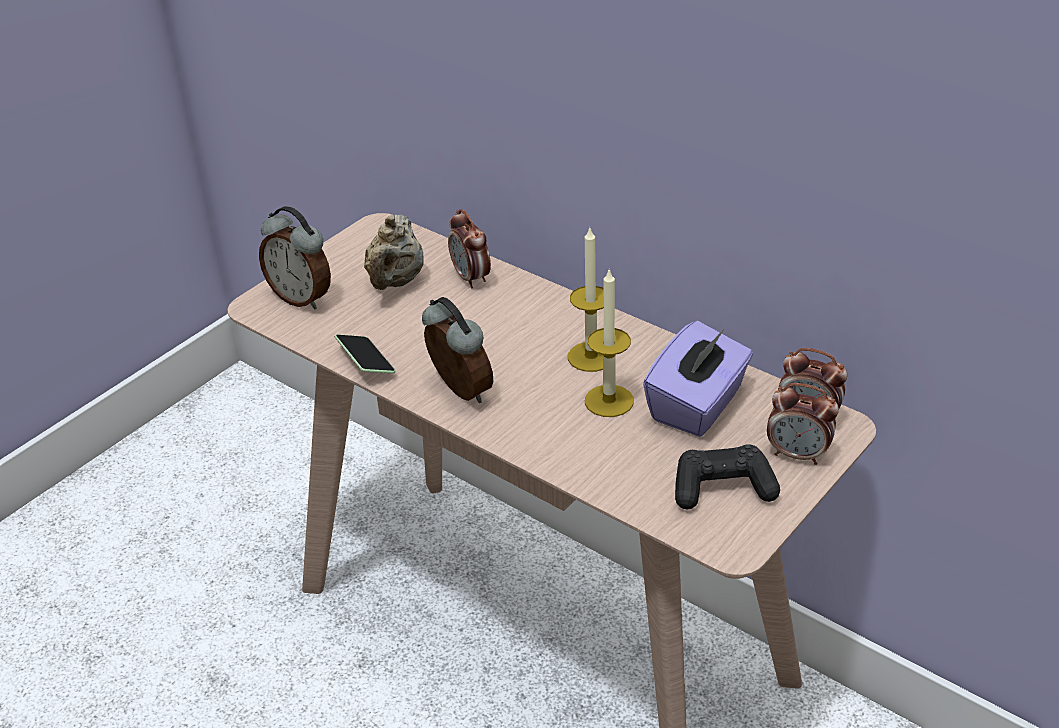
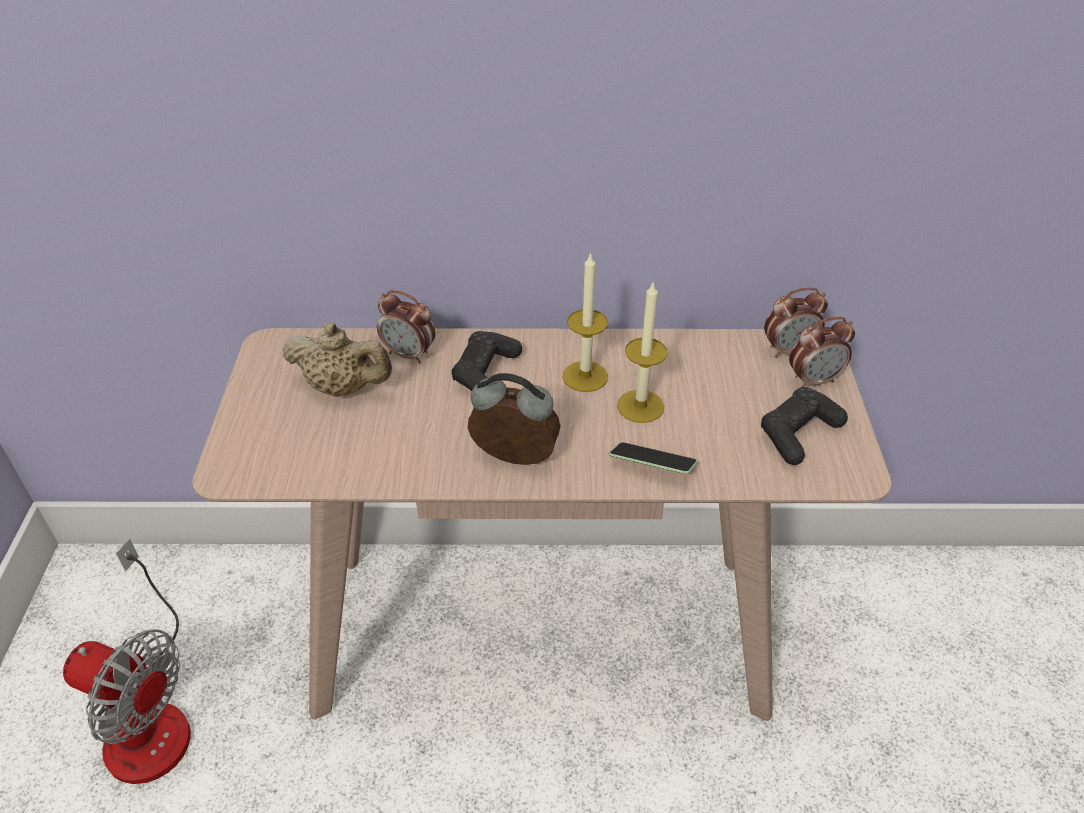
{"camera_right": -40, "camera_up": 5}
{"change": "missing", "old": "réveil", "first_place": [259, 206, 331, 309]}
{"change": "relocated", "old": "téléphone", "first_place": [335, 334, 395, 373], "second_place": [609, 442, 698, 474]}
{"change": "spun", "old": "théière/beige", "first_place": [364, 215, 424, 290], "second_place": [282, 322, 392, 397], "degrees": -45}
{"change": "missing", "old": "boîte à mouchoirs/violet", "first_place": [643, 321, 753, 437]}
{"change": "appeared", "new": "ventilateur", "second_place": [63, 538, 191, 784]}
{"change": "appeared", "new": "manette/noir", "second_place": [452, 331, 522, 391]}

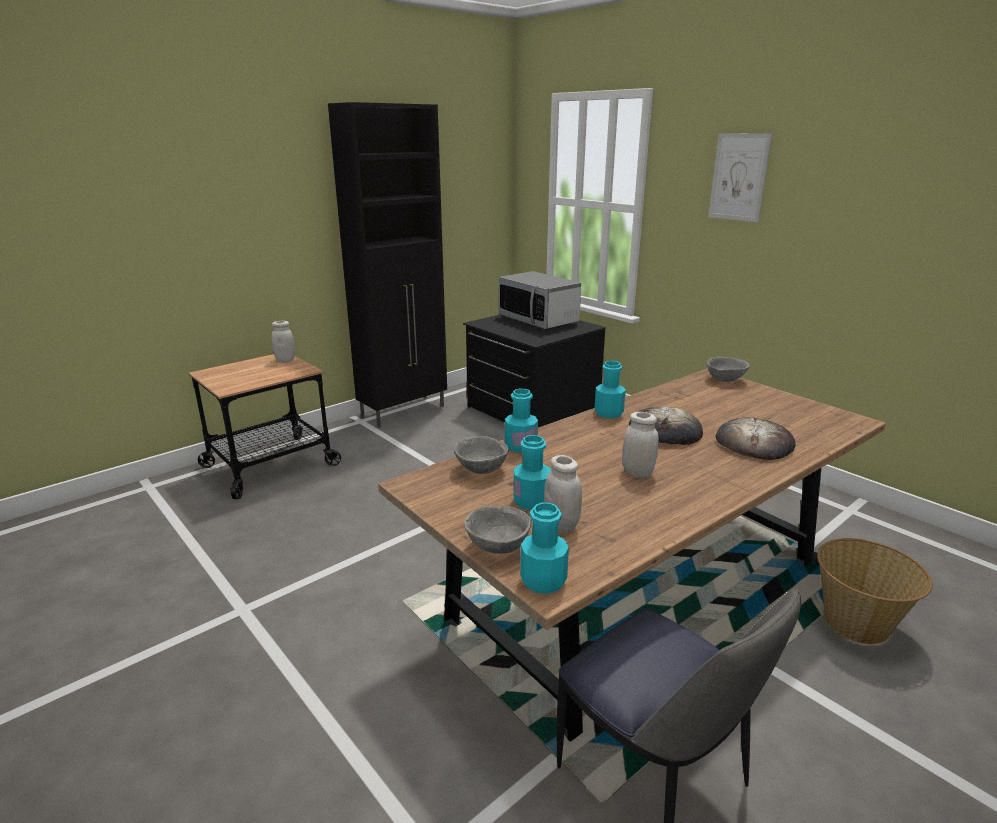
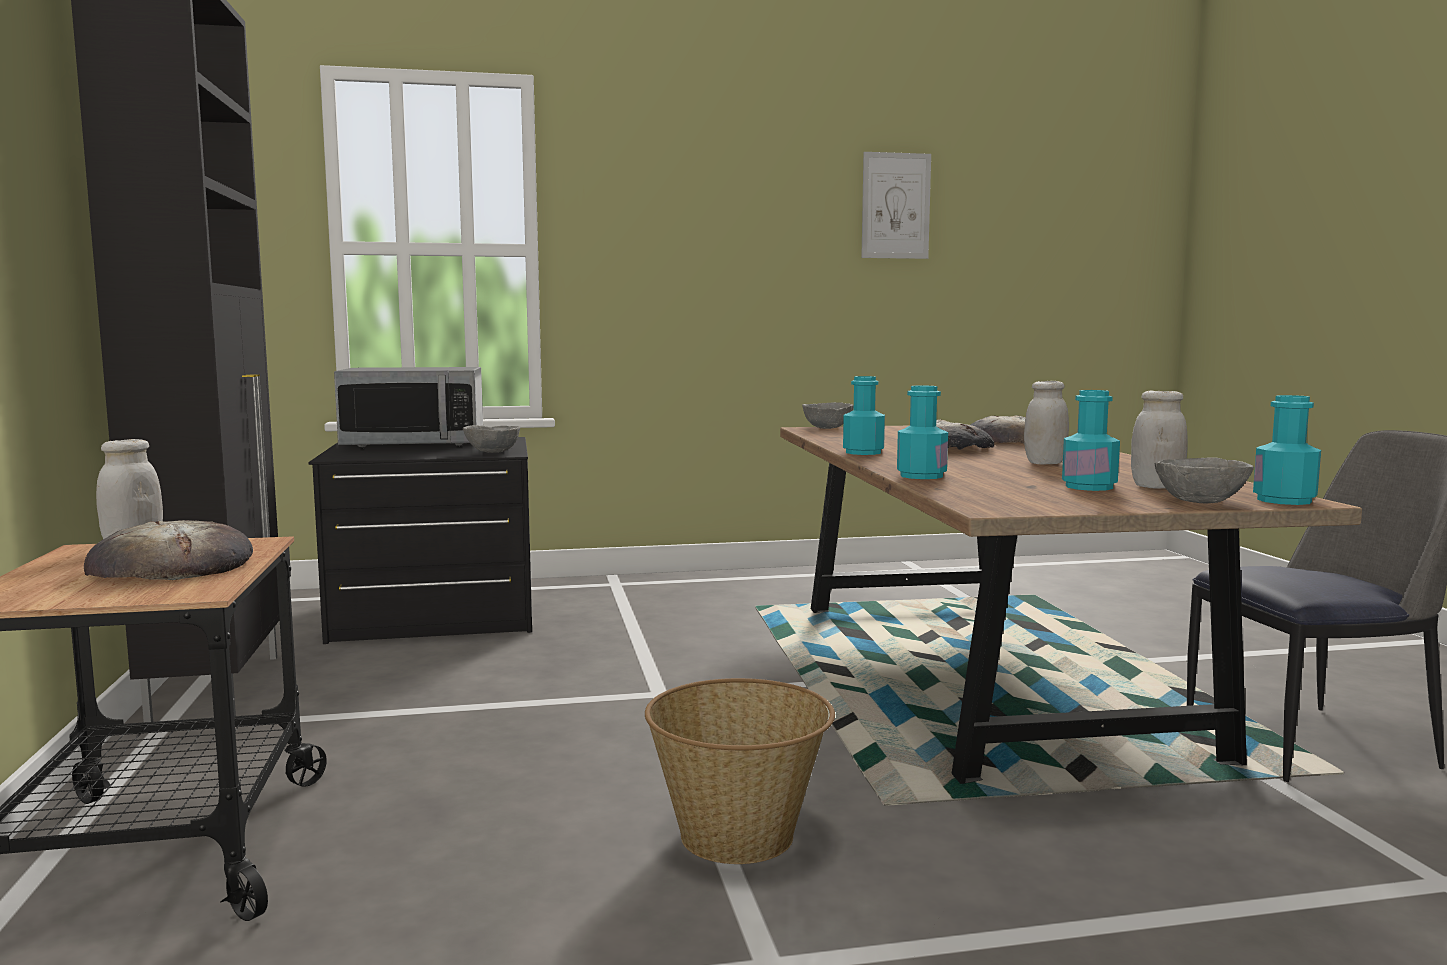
{"camera_right": -60, "camera_up": -15}
{"change": "relocated", "old": "bol/gris", "first_place": [454, 436, 509, 474], "second_place": [463, 425, 520, 453]}
{"change": "relocated", "old": "tableau", "first_place": [708, 133, 772, 222], "second_place": [861, 152, 931, 259]}
{"change": "relocated", "old": "panier", "first_place": [817, 538, 933, 644], "second_place": [645, 678, 835, 864]}
{"change": "appeared", "new": "pain", "second_place": [84, 520, 253, 580]}

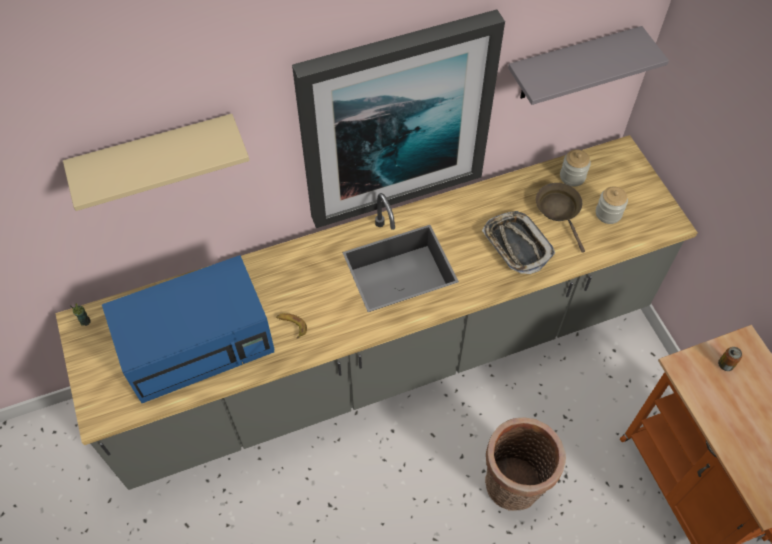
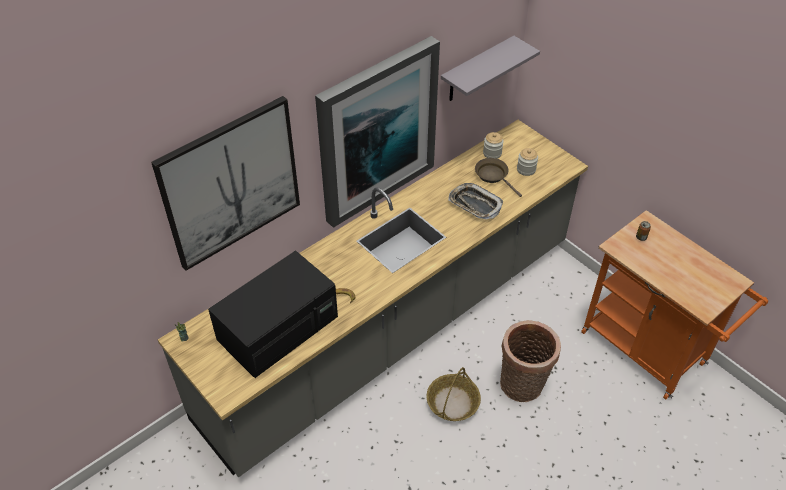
{"camera_right": -20, "camera_up": -10}
{"change": "exchanged", "old": "étagère/beige", "new": "tableau", "first_place": [63, 114, 249, 211], "second_place": [151, 96, 300, 271]}
{"change": "colour", "old": "micro-ondes/bleu", "new": "micro-ondes/noir", "first_place": [102, 255, 275, 403], "second_place": [208, 250, 338, 378]}
{"change": "appeared", "new": "panier", "second_place": [427, 367, 481, 421]}

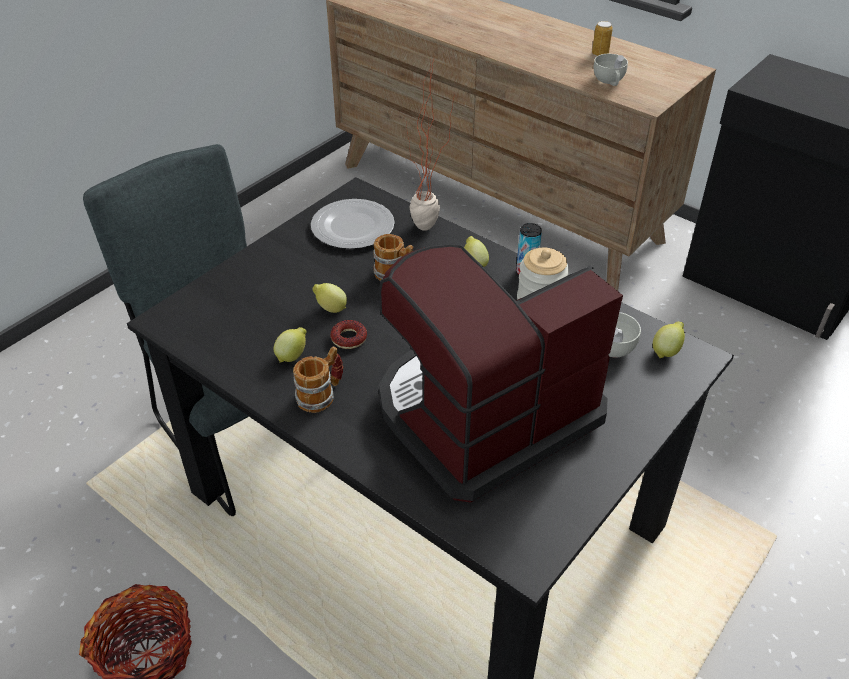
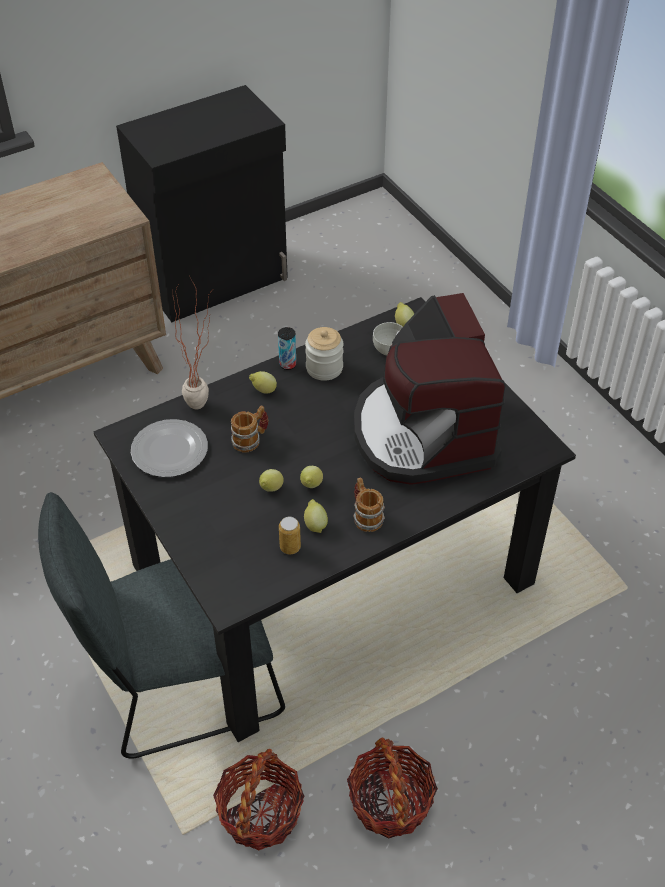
{"camera_right": -70, "camera_up": 5}
{"change": "exchanged", "old": "beignet", "new": "citron", "first_place": [330, 320, 367, 349], "second_place": [300, 466, 323, 488]}
{"change": "relocated", "old": "boîte métallique", "first_place": [592, 21, 613, 57], "second_place": [279, 517, 301, 555]}
{"change": "missing", "old": "tasse/blanc", "first_place": [594, 54, 628, 86]}
{"change": "appeared", "new": "panier", "second_place": [213, 749, 305, 850]}

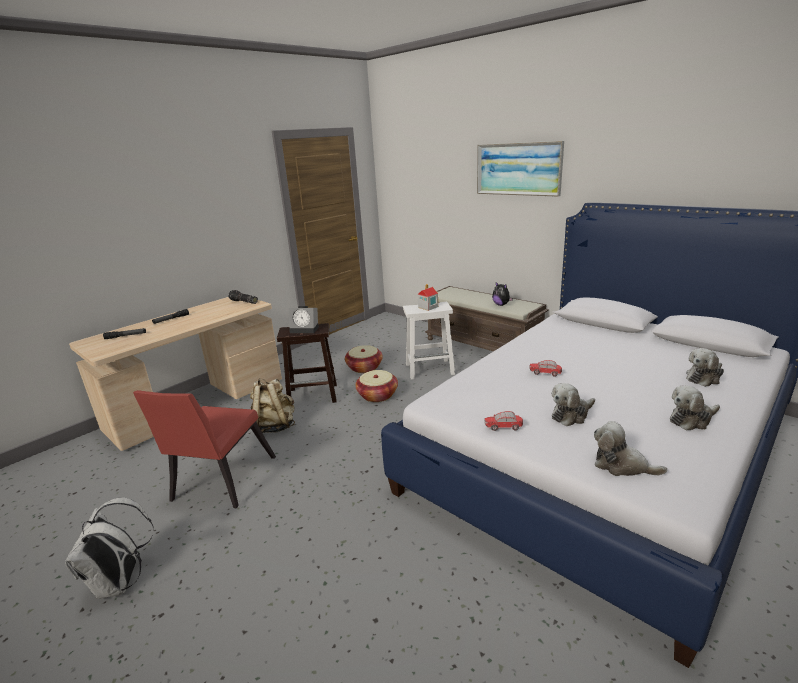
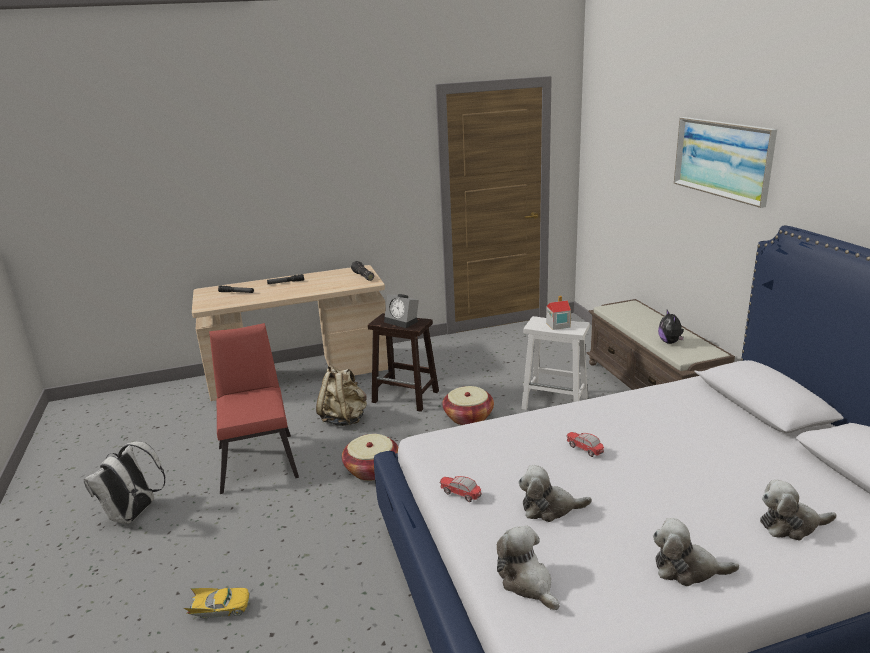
{"camera_right": 30, "camera_up": 0}
{"change": "spun", "old": "chaise/rouge", "first_place": [133, 390, 276, 508], "second_place": [209, 323, 299, 494], "degrees": 120}
{"change": "relocated", "old": "panier", "first_place": [345, 345, 383, 373], "second_place": [342, 434, 398, 481]}
{"change": "appeared", "new": "petite voiture/jaune", "second_place": [184, 588, 250, 619]}

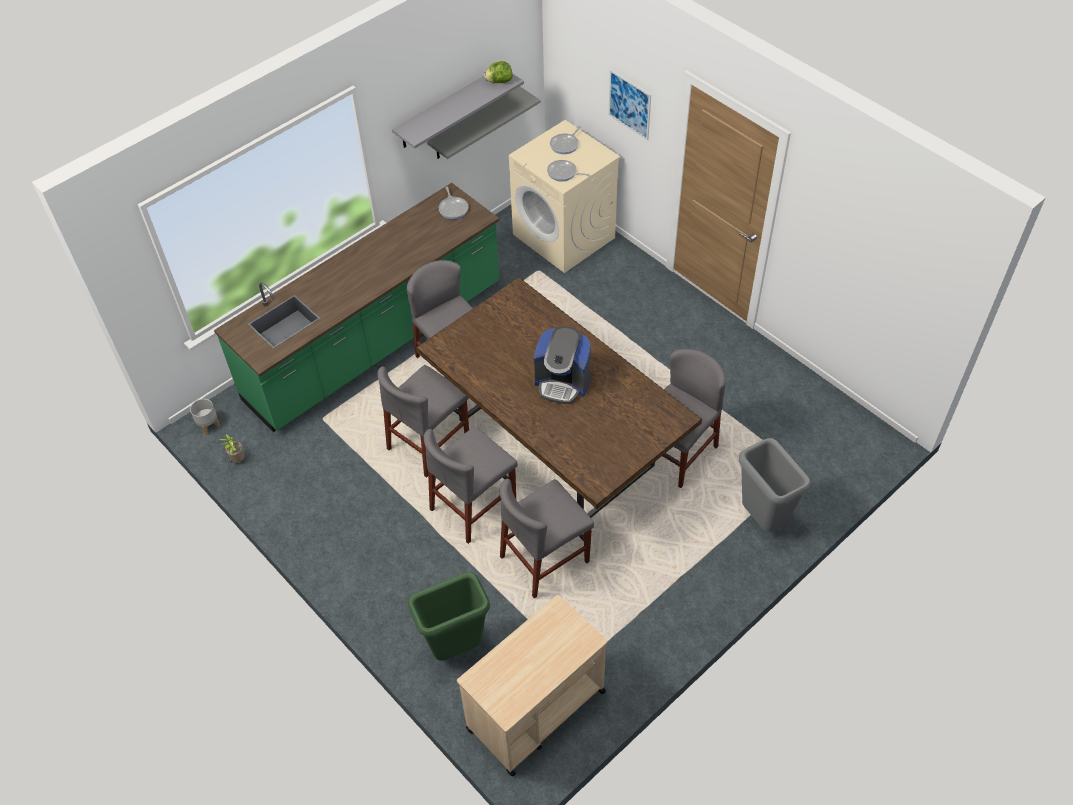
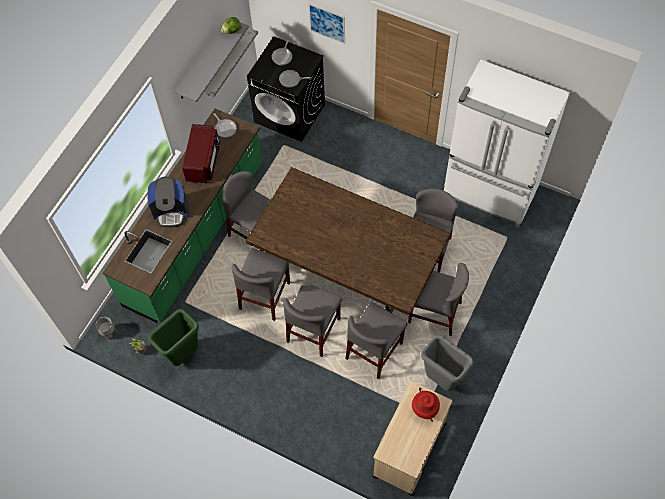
{"camera_right": -20, "camera_up": 10}
{"change": "relocated", "old": "poubelle/vert", "first_place": [408, 572, 490, 661], "second_place": [148, 309, 199, 366]}
{"change": "colour", "old": "lave-linge/beige", "new": "lave-linge/noir", "first_place": [509, 120, 620, 273], "second_place": [247, 36, 325, 142]}
{"change": "relocated", "old": "machine à café", "first_place": [533, 326, 591, 404], "second_place": [147, 177, 189, 227]}
{"change": "relocated", "old": "poubelle/gris", "first_place": [739, 438, 811, 532], "second_place": [421, 335, 473, 391]}
{"change": "appeared", "new": "micro-ondes/rouge", "second_place": [182, 124, 220, 183]}
{"change": "appeared", "new": "chaise/gris", "second_place": [408, 263, 469, 336]}
{"change": "appeared", "new": "vase/rouge", "second_place": [412, 387, 440, 422]}
{"change": "appeared", "new": "réfrigérateur/blanc", "second_place": [444, 59, 570, 228]}

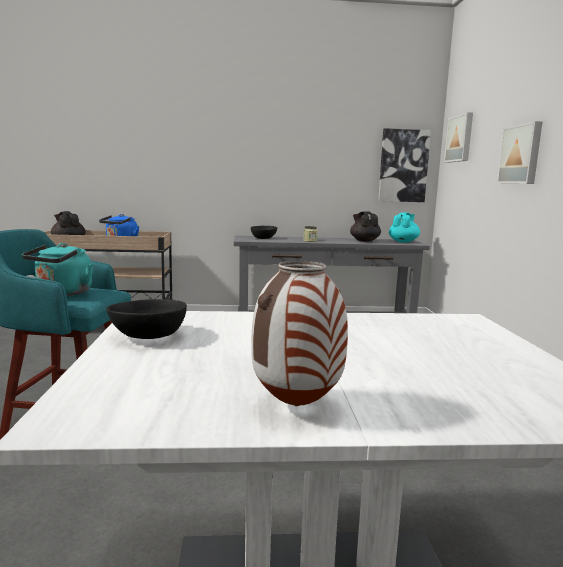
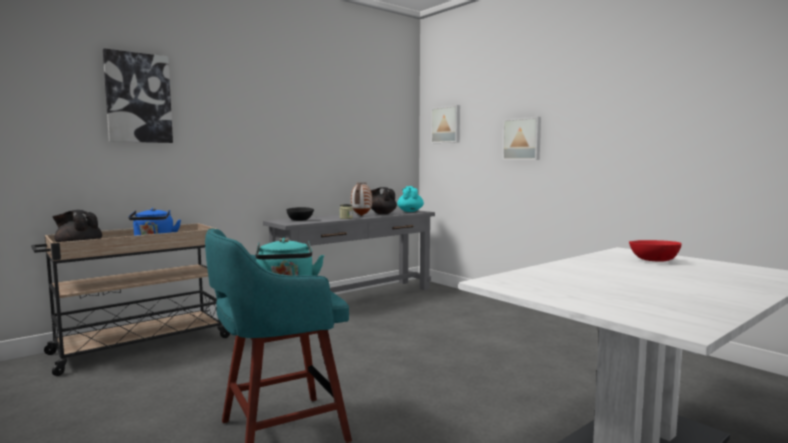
{"camera_right": -35, "camera_up": -5}
{"change": "missing", "old": "bol/noir", "first_place": [106, 299, 187, 339]}
{"change": "relocated", "old": "vase", "first_place": [251, 260, 348, 406], "second_place": [351, 182, 372, 216]}
{"change": "relocated", "old": "tableau", "first_place": [378, 128, 431, 202], "second_place": [103, 48, 173, 143]}
{"change": "appeared", "new": "bol/rouge", "second_place": [629, 240, 682, 262]}

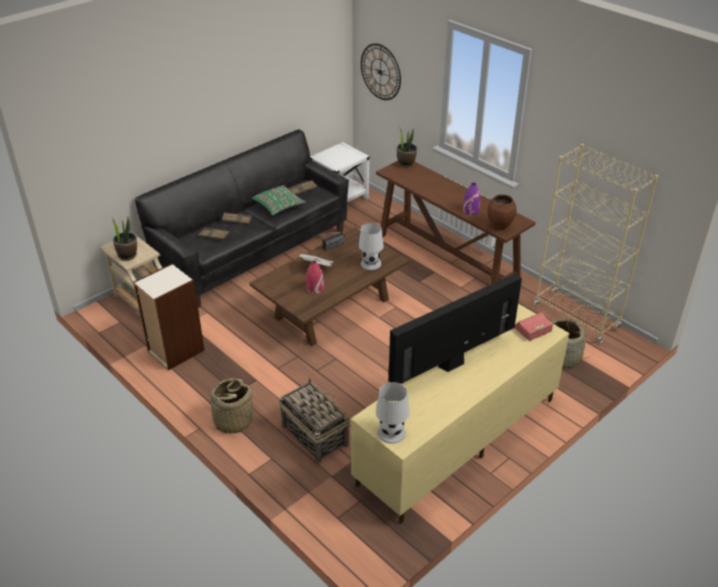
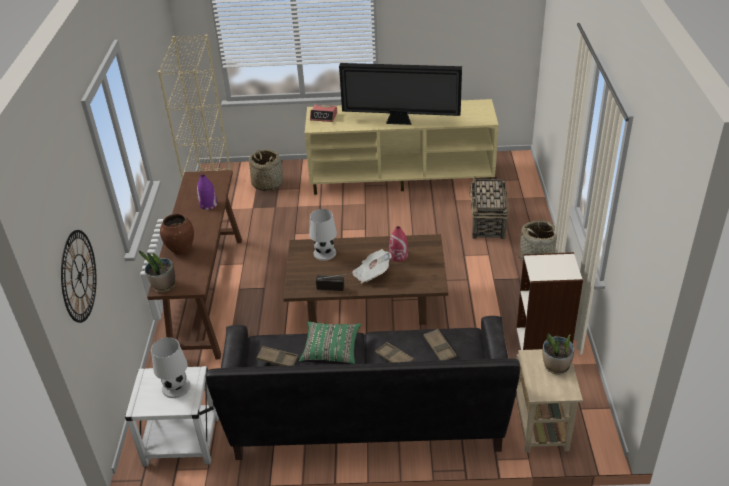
{"camera_right": -135, "camera_up": 0}
{"change": "relocated", "old": "lampe de table/blanc", "first_place": [376, 382, 410, 444], "second_place": [151, 337, 190, 398]}
{"change": "relocated", "old": "vase/marron", "first_place": [487, 194, 517, 230], "second_place": [160, 214, 194, 255]}

